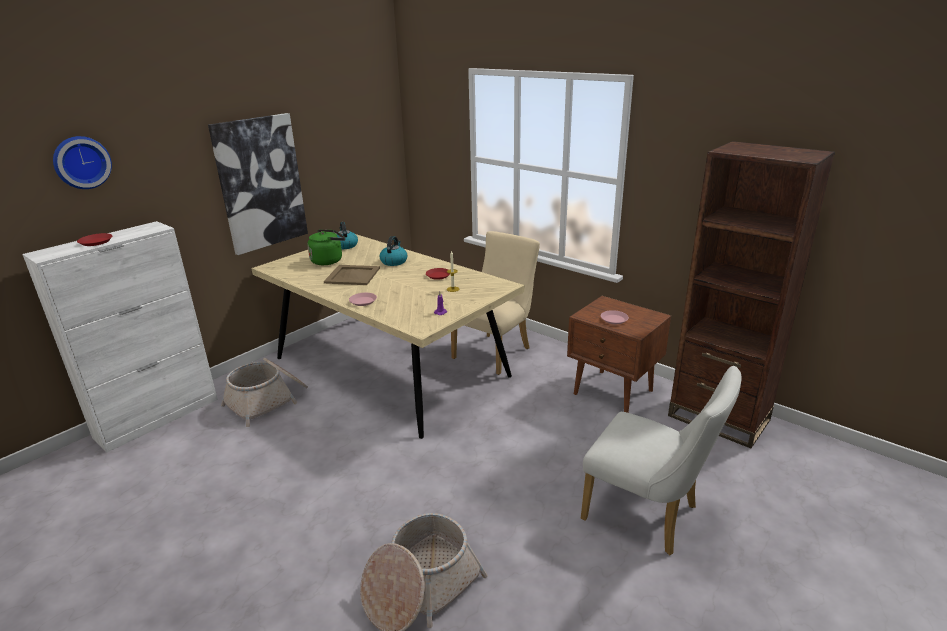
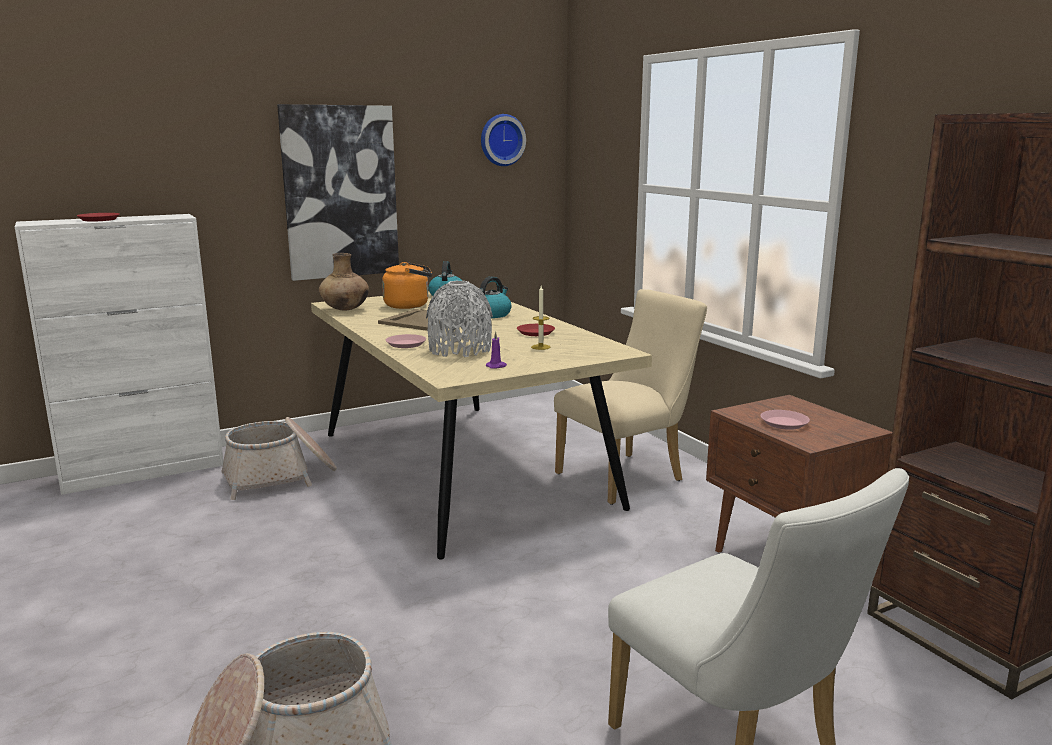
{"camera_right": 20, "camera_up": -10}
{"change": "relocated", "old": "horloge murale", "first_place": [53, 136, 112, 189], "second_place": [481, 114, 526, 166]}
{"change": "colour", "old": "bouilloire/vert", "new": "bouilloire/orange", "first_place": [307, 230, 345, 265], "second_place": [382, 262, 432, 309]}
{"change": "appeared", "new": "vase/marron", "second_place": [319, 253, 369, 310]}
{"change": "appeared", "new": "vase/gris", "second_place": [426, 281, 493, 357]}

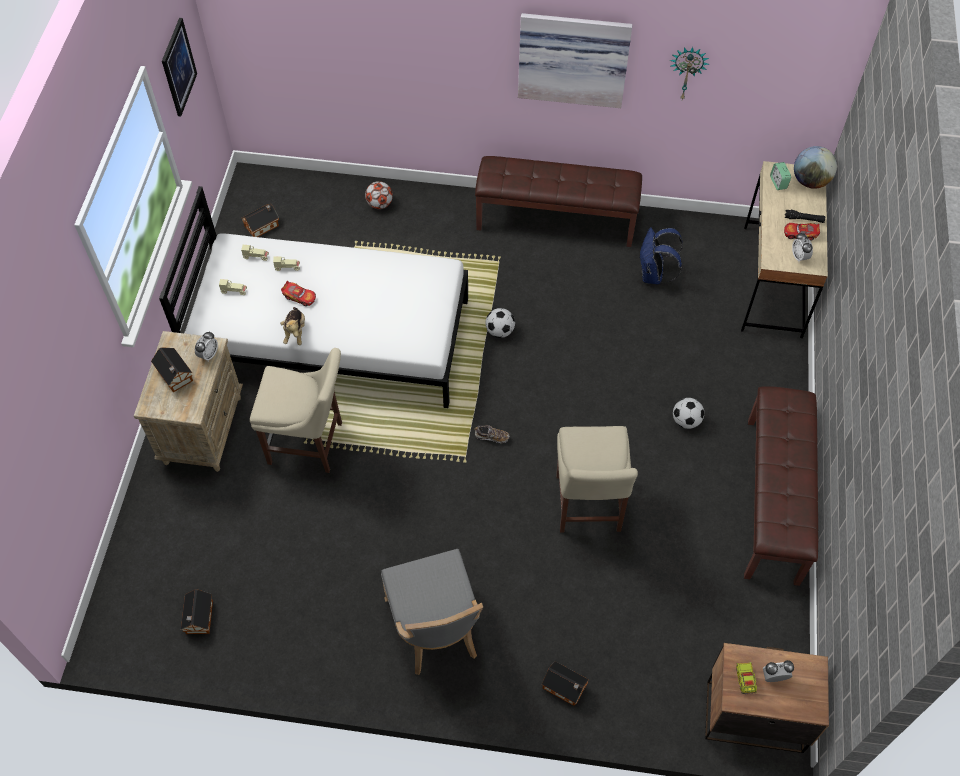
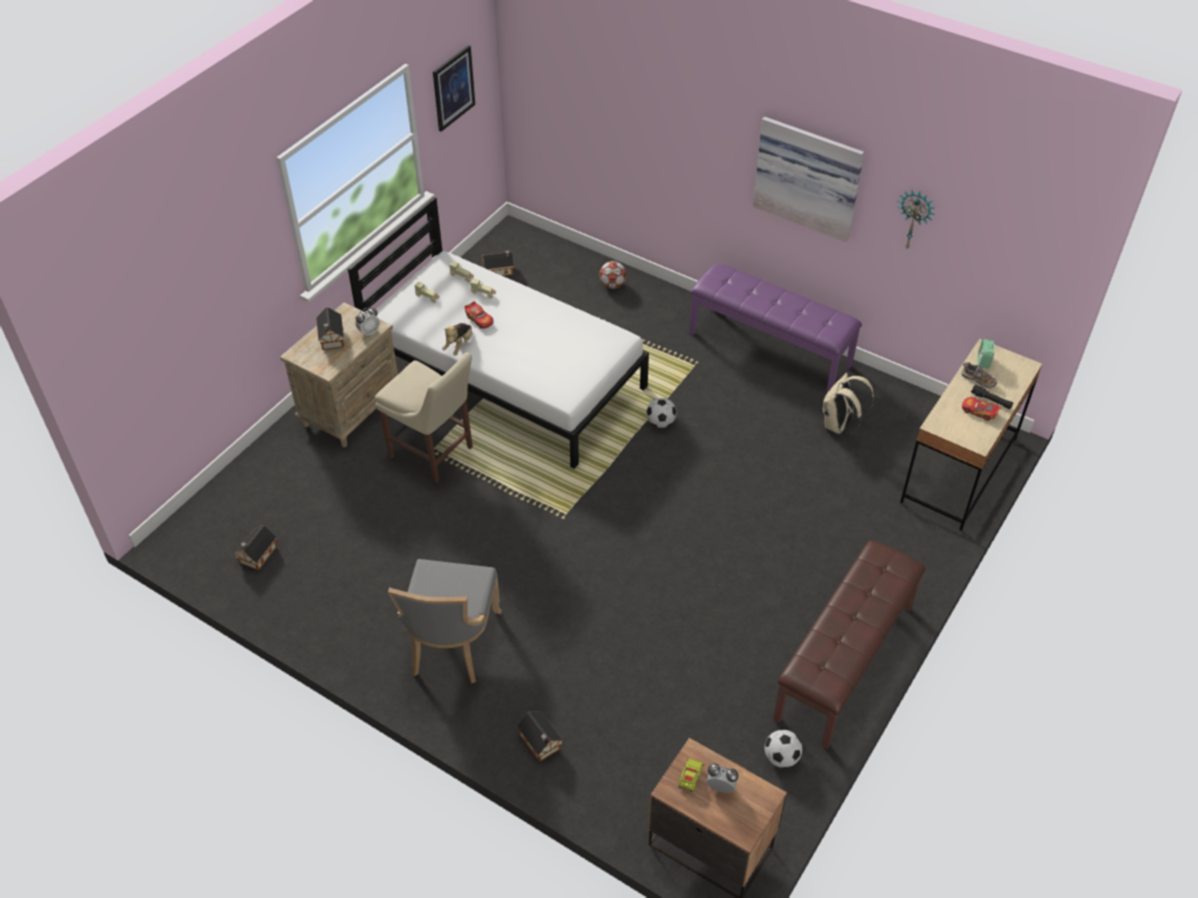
{"camera_right": 25, "camera_up": -10}
{"change": "relocated", "old": "chaussure", "first_place": [474, 425, 510, 443], "second_place": [961, 362, 997, 388]}
{"change": "colour", "old": "banc/marron", "new": "banc/violet", "first_place": [475, 156, 642, 247], "second_place": [689, 263, 862, 393]}
{"change": "missing", "old": "chaise/beige", "first_place": [556, 426, 638, 533]}
{"change": "colour", "old": "sac à dos/bleu", "new": "sac à dos/beige", "first_place": [639, 227, 683, 284], "second_place": [823, 373, 874, 434]}
{"change": "relocated", "old": "ballon de foot", "first_place": [673, 398, 704, 429], "second_place": [765, 730, 802, 768]}
{"change": "missing", "old": "réveil", "first_place": [792, 232, 813, 262]}
{"change": "missing", "old": "globe", "first_place": [794, 146, 837, 189]}

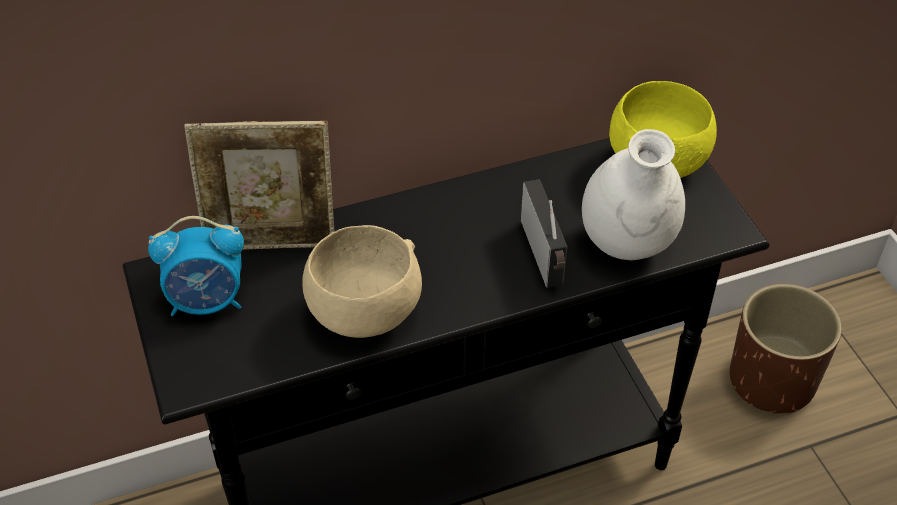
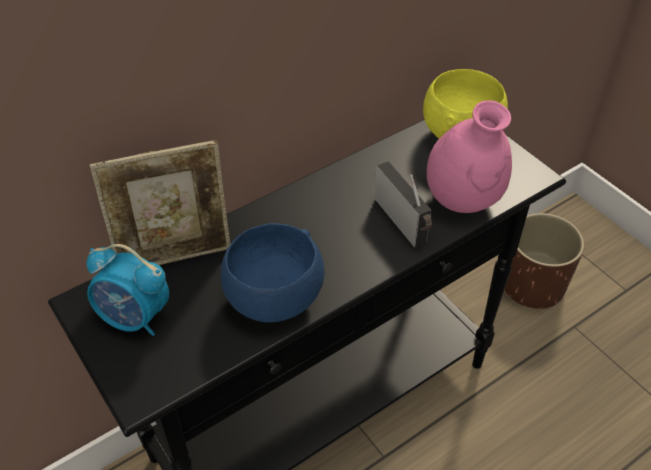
{"camera_right": -15, "camera_up": 0}
{"change": "spun", "old": "réveil", "first_place": [148, 216, 244, 316], "second_place": [87, 244, 169, 336], "degrees": 45}
{"change": "colour", "old": "bol/beige", "new": "bol/bleu", "first_place": [302, 225, 422, 338], "second_place": [221, 223, 324, 323]}
{"change": "colour", "old": "vase/blanc", "new": "vase/rose", "first_place": [582, 129, 685, 260], "second_place": [427, 100, 512, 213]}

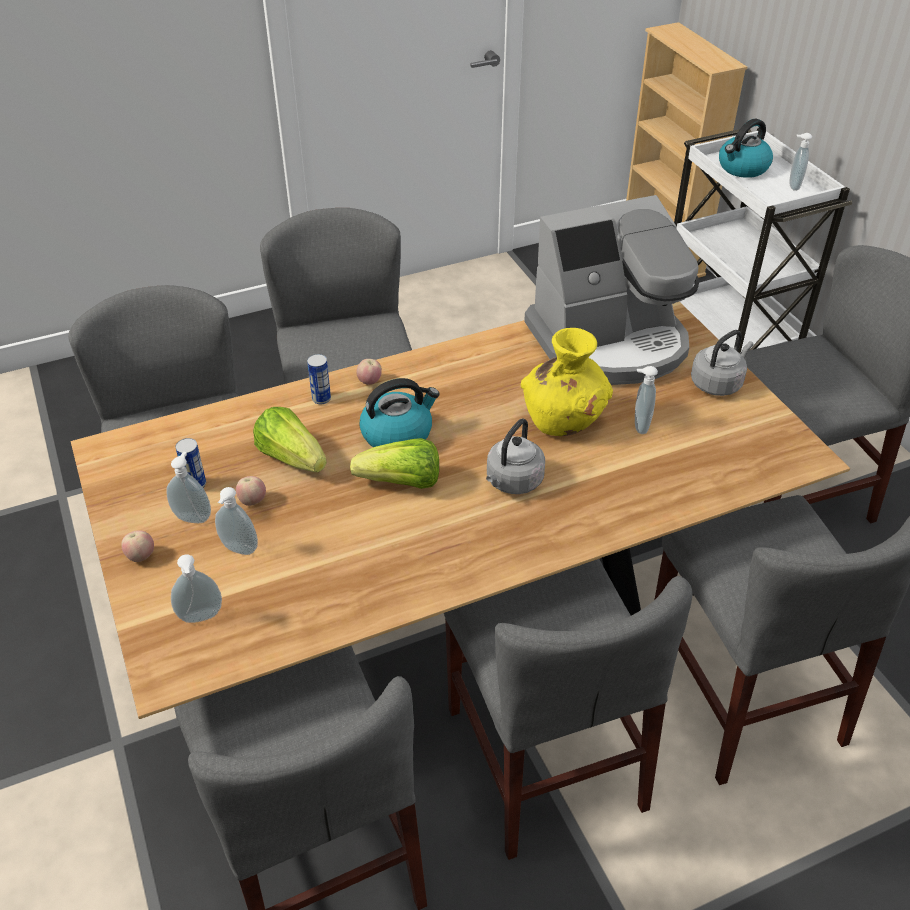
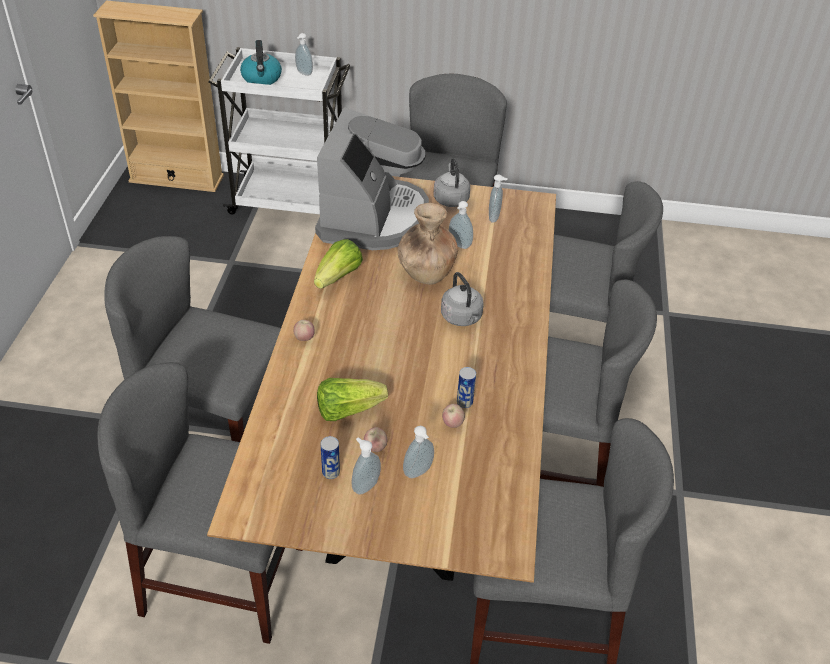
{"camera_right": -60, "camera_up": 0}
{"change": "relocated", "old": "pomme", "first_place": [121, 530, 154, 562], "second_place": [442, 404, 465, 428]}
{"change": "relocated", "old": "distributeur de savon", "first_place": [171, 554, 222, 623], "second_place": [489, 174, 508, 223]}
{"change": "relocated", "old": "boîte métallique", "first_place": [307, 354, 331, 404], "second_place": [457, 367, 476, 408]}
{"change": "relocated", "old": "laitue", "first_place": [350, 438, 439, 489], "second_place": [314, 239, 363, 289]}
{"change": "missing", "old": "bouilloire", "first_place": [359, 378, 440, 447]}
{"change": "colour", "old": "vase/jaune", "new": "vase/marron", "first_place": [520, 328, 613, 436], "second_place": [398, 202, 458, 285]}

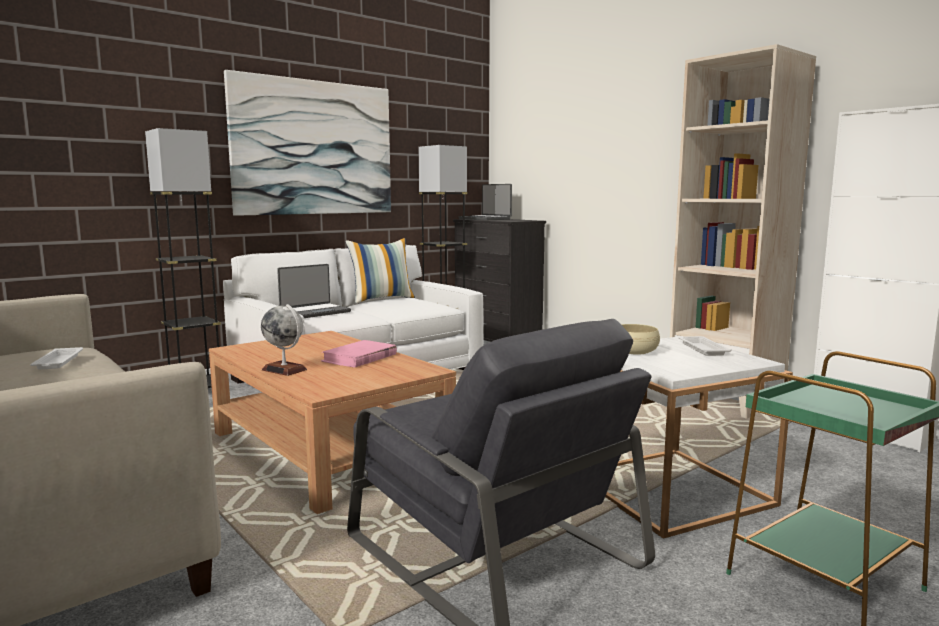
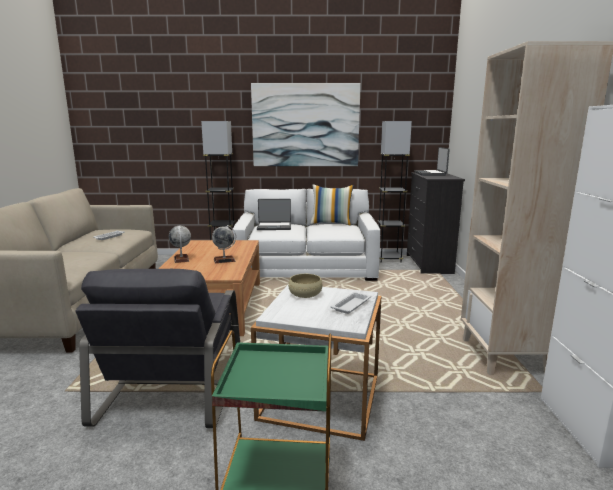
{"camera_right": 40, "camera_up": 5}
{"change": "exchanged", "old": "livre/rose", "new": "globe", "first_place": [321, 340, 397, 368], "second_place": [212, 225, 236, 263]}

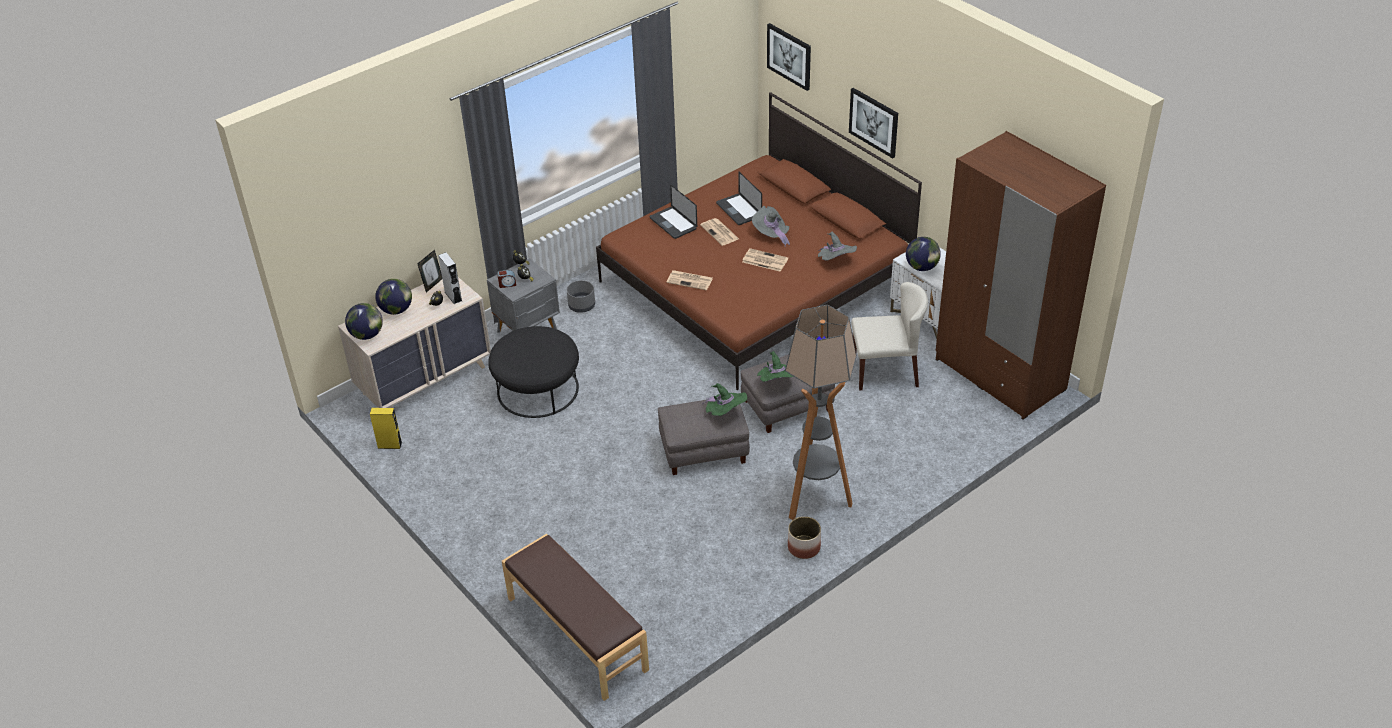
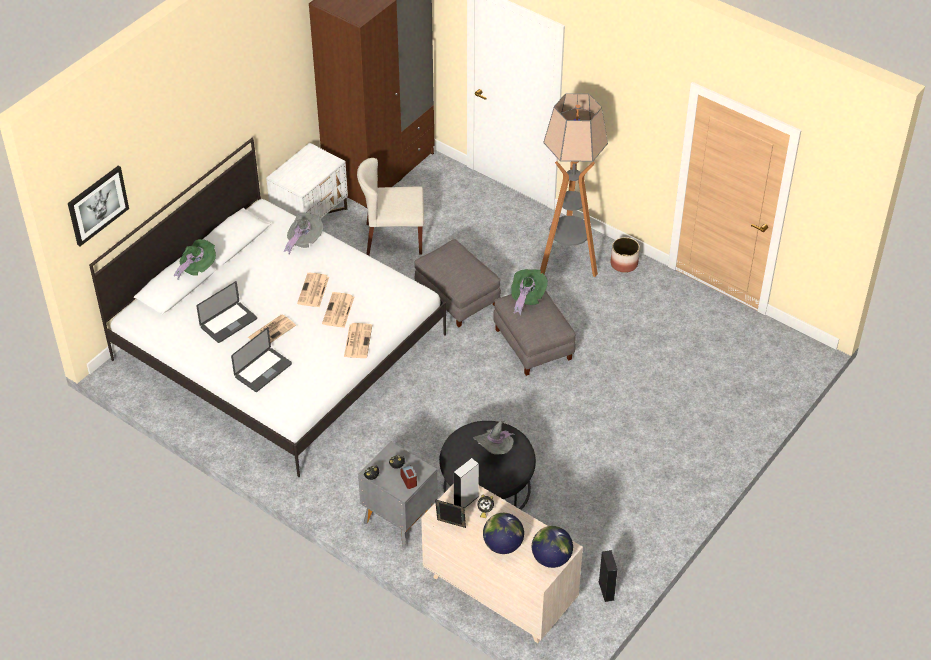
{"camera_right": -105, "camera_up": 5}
{"change": "colour", "old": "enceinte/jaune", "new": "enceinte/noir", "first_place": [370, 408, 402, 449], "second_place": [598, 550, 618, 602]}
{"change": "missing", "old": "banc/marron", "first_place": [502, 534, 649, 701]}
{"change": "missing", "old": "cache-pot/gris", "first_place": [567, 280, 595, 313]}
{"change": "colour", "old": "lit/marron", "new": "lit/blanc", "first_place": [596, 92, 922, 390], "second_place": [89, 137, 446, 477]}
{"change": "relocated", "old": "chapeau/gris", "first_place": [752, 206, 790, 247], "second_place": [473, 421, 515, 454]}
{"change": "relocated", "old": "chapeau/vert", "first_place": [757, 351, 794, 382], "second_place": [174, 239, 216, 280]}
{"change": "missing", "old": "tableau", "first_place": [849, 88, 898, 158]}
{"change": "spun", "old": "chaise/beige", "first_place": [851, 282, 928, 390], "second_place": [357, 158, 424, 256], "degrees": -75}
{"change": "missing", "old": "globe", "first_place": [906, 237, 941, 271]}
{"change": "appeared", "new": "journal", "second_place": [322, 292, 354, 328]}

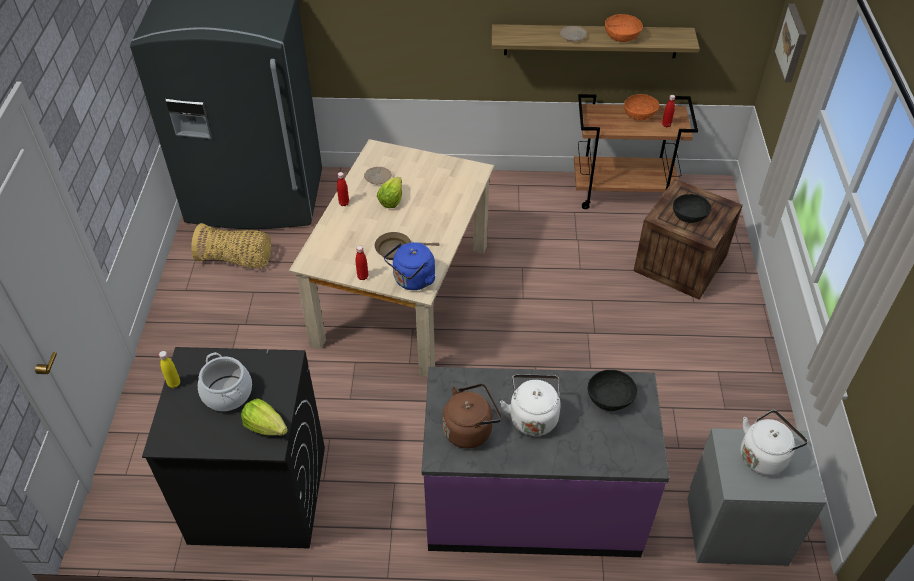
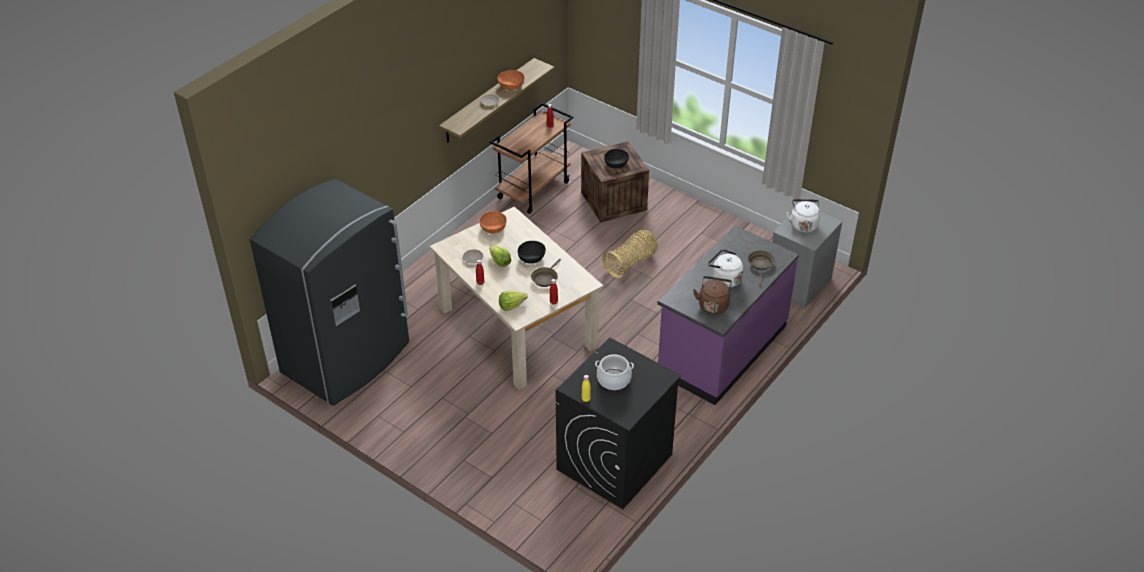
{"camera_right": -55, "camera_up": -5}
{"change": "relocated", "old": "panier", "first_place": [191, 223, 271, 268], "second_place": [602, 230, 658, 278]}
{"change": "relocated", "old": "laitue", "first_place": [241, 399, 288, 436], "second_place": [499, 291, 528, 311]}
{"change": "missing", "old": "bouilloire/bleu", "first_place": [384, 242, 435, 290]}
{"change": "relocated", "old": "bol/noir", "first_place": [588, 370, 638, 411], "second_place": [518, 241, 546, 264]}
{"change": "relocated", "old": "bol/orange", "first_place": [624, 94, 659, 120], "second_place": [480, 211, 507, 234]}
{"change": "missing", "old": "tableau", "first_place": [774, 4, 807, 82]}
{"change": "appeared", "new": "poêle/marron", "second_place": [748, 251, 775, 286]}

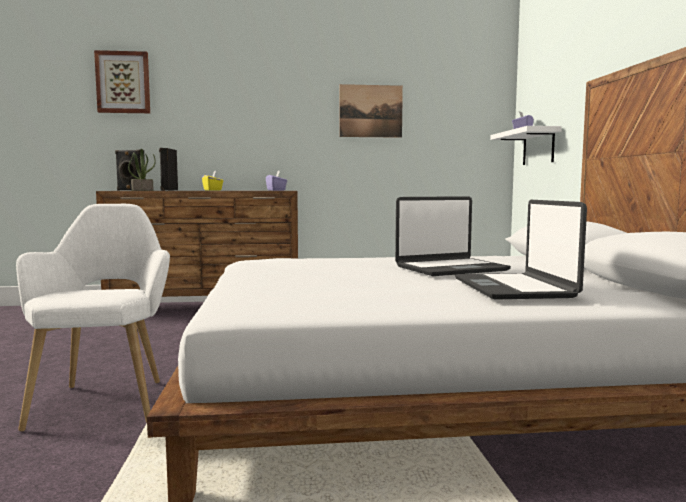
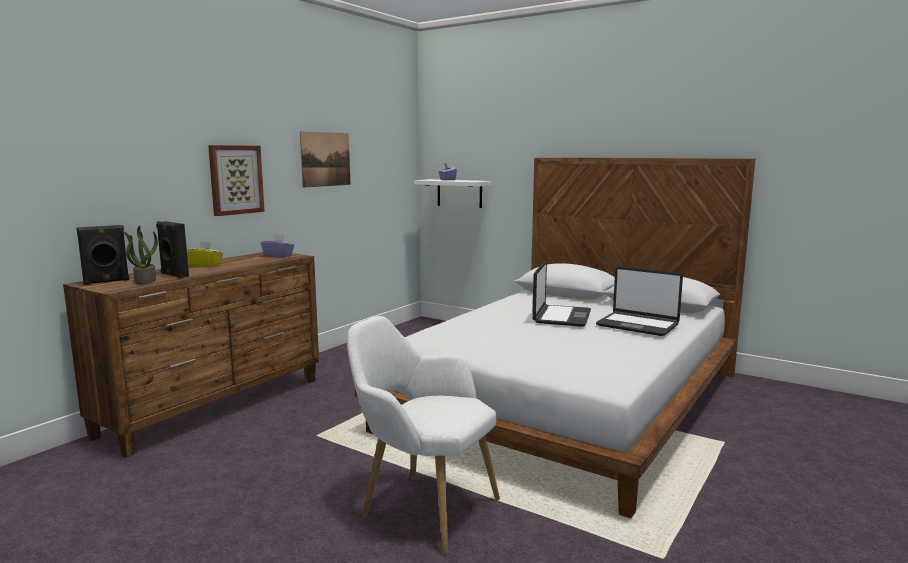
{"camera_right": -50, "camera_up": 5}
{"change": "relocated", "old": "tableau", "first_place": [94, 50, 150, 113], "second_place": [208, 145, 265, 216]}

